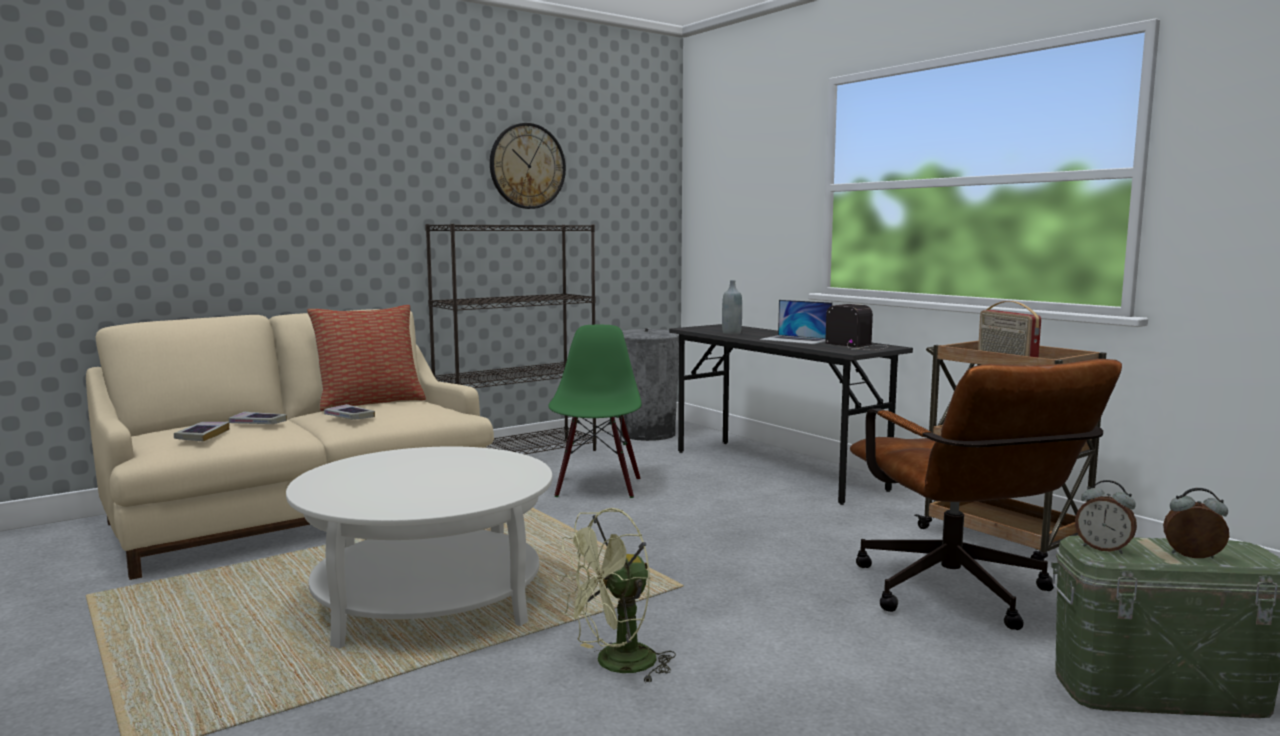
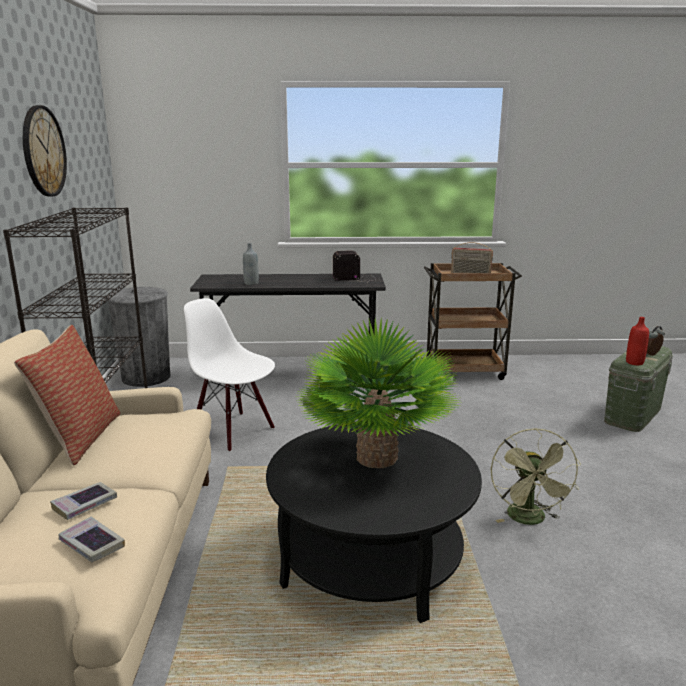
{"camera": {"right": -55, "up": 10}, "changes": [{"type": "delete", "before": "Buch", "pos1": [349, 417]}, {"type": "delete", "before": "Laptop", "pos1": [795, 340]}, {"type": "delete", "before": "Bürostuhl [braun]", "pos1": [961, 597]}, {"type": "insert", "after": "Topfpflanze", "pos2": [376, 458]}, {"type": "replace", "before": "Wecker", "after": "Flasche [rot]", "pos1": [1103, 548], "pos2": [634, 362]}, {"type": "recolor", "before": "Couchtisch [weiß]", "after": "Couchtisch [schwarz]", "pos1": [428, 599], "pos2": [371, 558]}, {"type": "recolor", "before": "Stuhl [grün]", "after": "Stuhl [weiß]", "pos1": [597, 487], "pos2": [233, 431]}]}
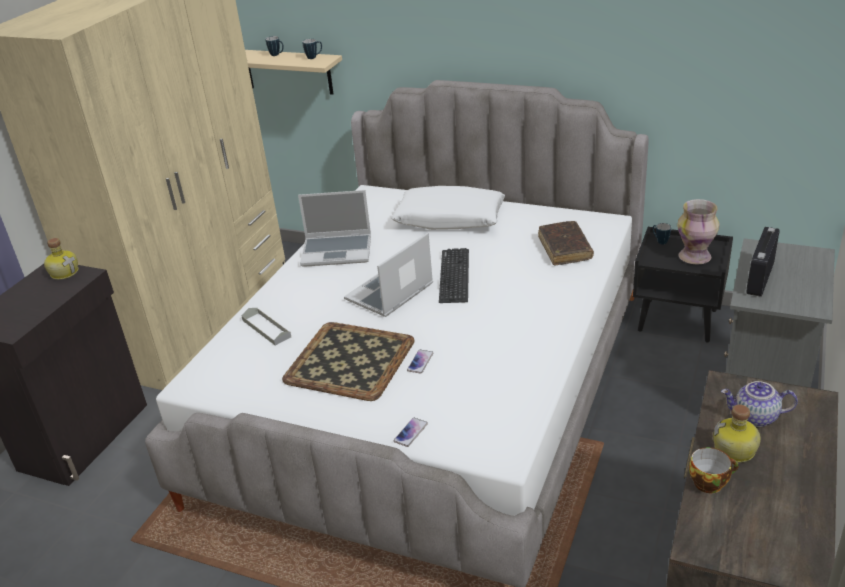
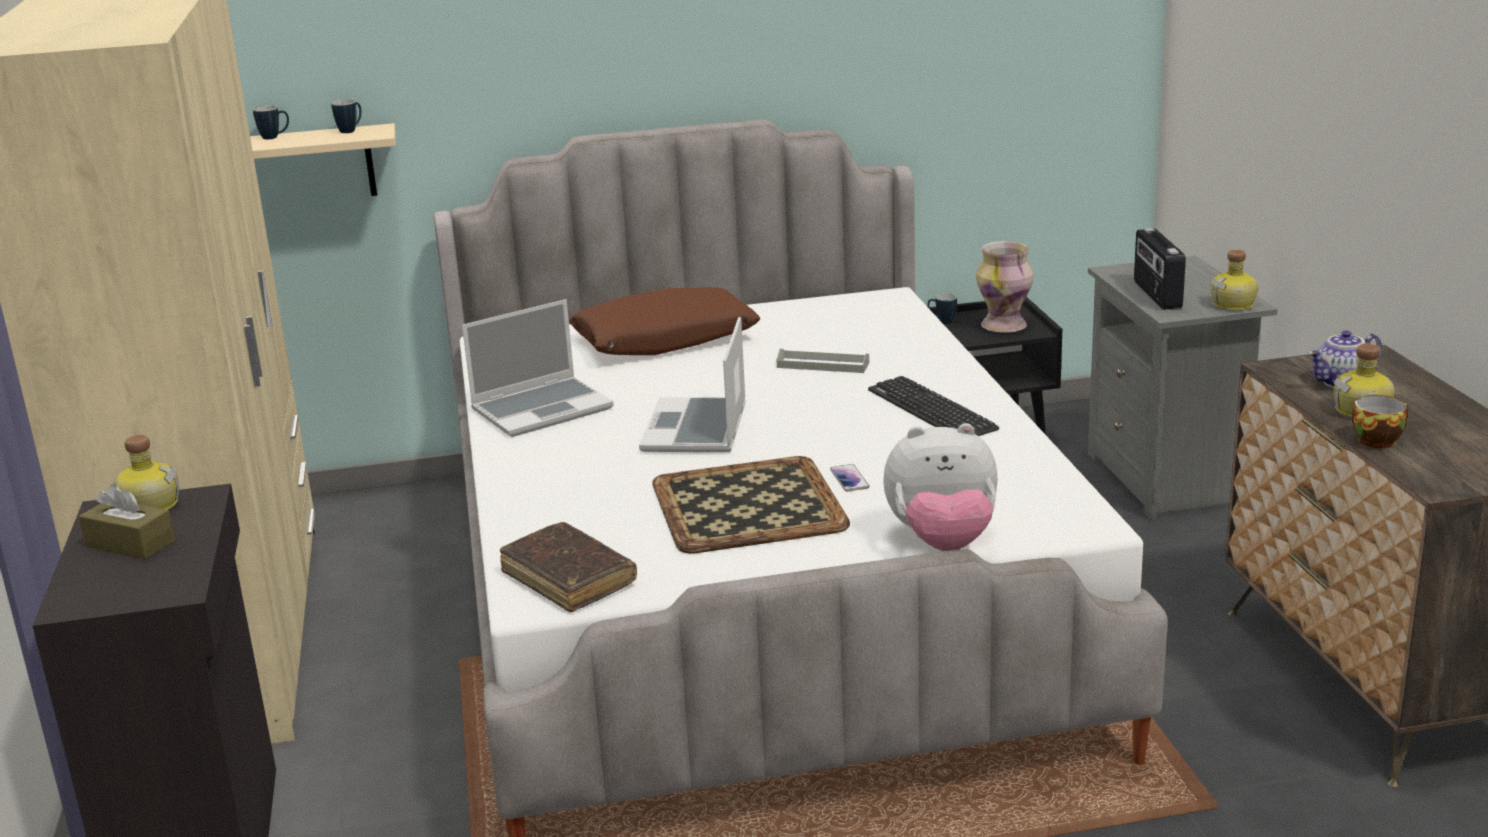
{"camera": {"right": -35, "up": -10}, "changes": [{"type": "insert", "after": "Taschentuchbox [braun]", "pos2": [130, 544]}, {"type": "insert", "after": "Flasche", "pos2": [1234, 305]}, {"type": "move", "before": "Tablett [grau]", "pos1": [266, 328], "pos2": [823, 365]}, {"type": "move", "before": "Tastatur", "pos1": [454, 276], "pos2": [931, 410]}, {"type": "move", "before": "Buch [braun]", "pos1": [565, 249], "pos2": [568, 579]}, {"type": "replace", "before": "Handy", "after": "Plüschtier", "pos1": [410, 432], "pos2": [942, 542]}, {"type": "recolor", "before": "Kissen [weiß]", "after": "Kissen [braun]", "pos1": [449, 219], "pos2": [665, 340]}]}
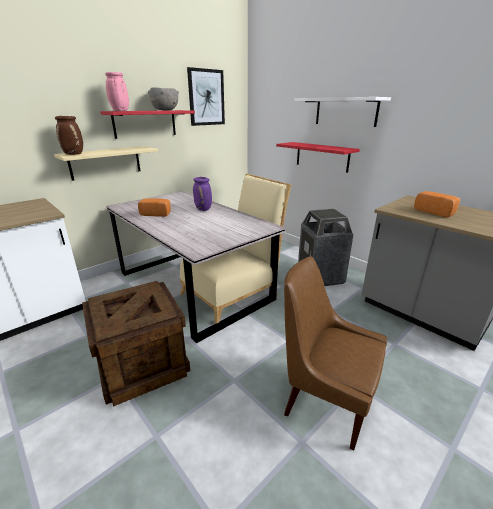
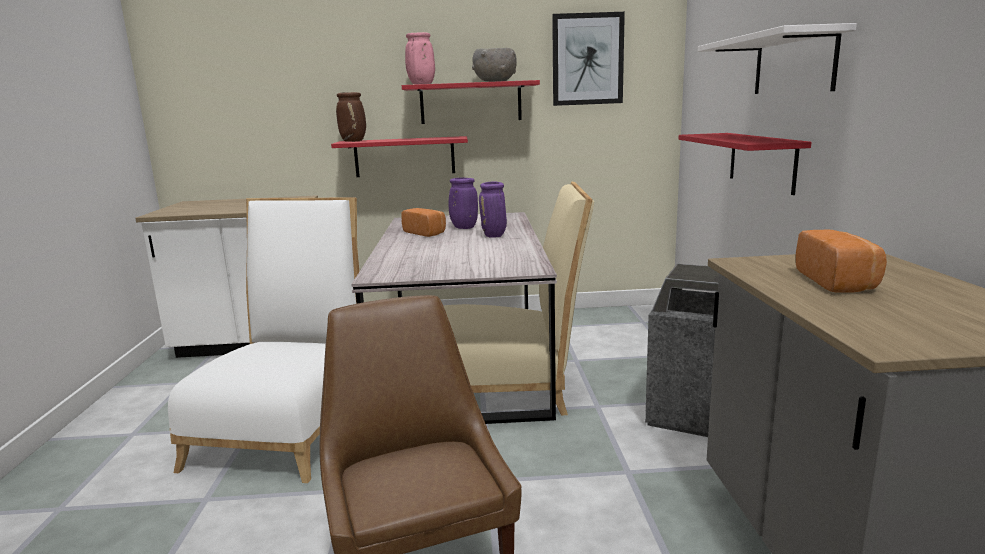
{"camera": {"right": 40, "up": -10}, "changes": [{"type": "insert", "after": "Vase [lila]", "pos2": [463, 228]}, {"type": "replace", "before": "Kiste", "after": "Stuhl [weiß]", "pos1": [143, 364], "pos2": [288, 427]}, {"type": "recolor", "before": "Wandregal [beige]", "after": "Wandregal [rot]", "pos1": [105, 162], "pos2": [404, 157]}]}
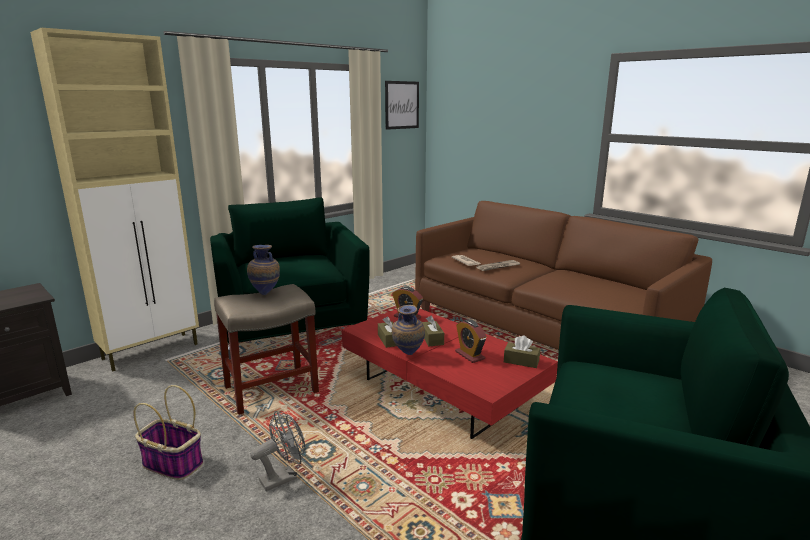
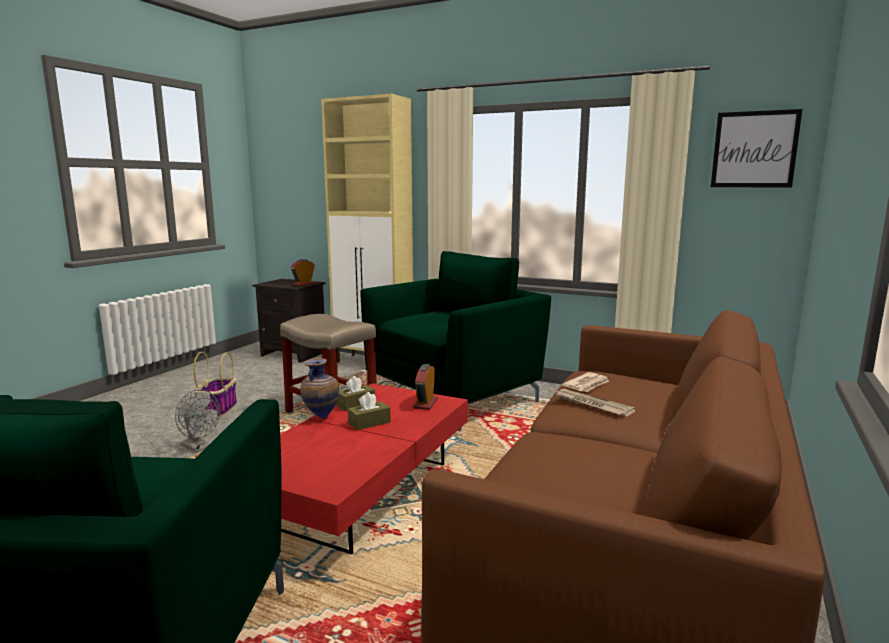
{"camera": {"right": 70, "up": -5}, "changes": [{"type": "delete", "before": "Vase", "pos1": [266, 293]}, {"type": "delete", "before": "Taschentuchbox [braun]", "pos1": [521, 361]}, {"type": "move", "before": "Wecker", "pos1": [470, 355], "pos2": [303, 284]}]}
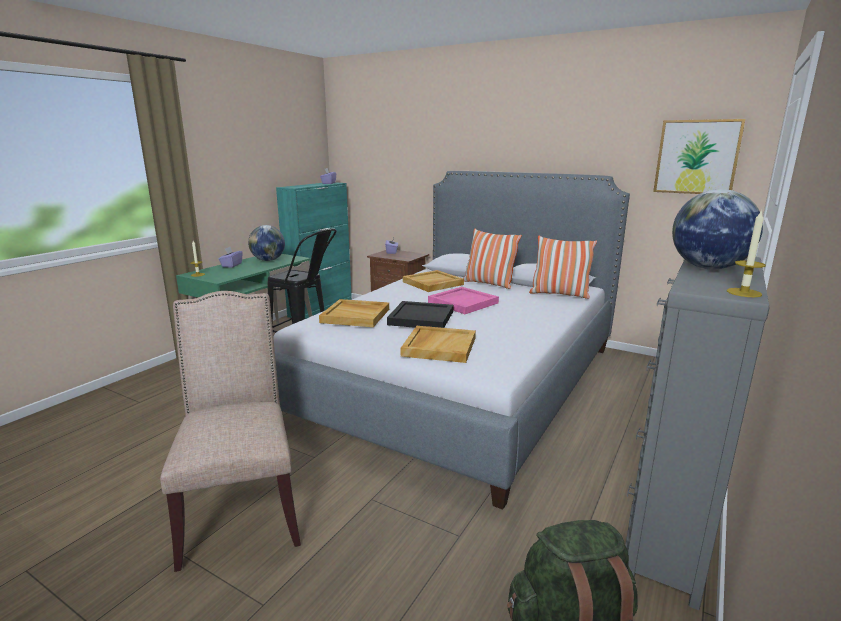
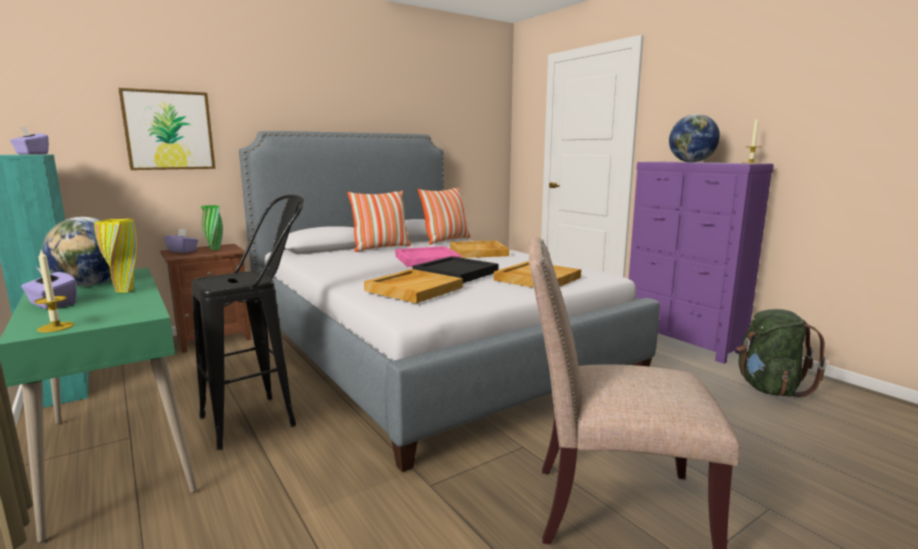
{"camera": {"right": -65, "up": -5}, "changes": [{"type": "insert", "after": "Vase [gelb]", "pos2": [125, 290]}, {"type": "insert", "after": "Vase [grün]", "pos2": [215, 249]}, {"type": "move", "before": "Tablett [beige]", "pos1": [432, 283], "pos2": [479, 252]}, {"type": "move", "before": "Bild", "pos1": [697, 157], "pos2": [169, 130]}, {"type": "recolor", "before": "Kommode [grau]", "after": "Kommode [lila]", "pos1": [668, 534], "pos2": [681, 341]}]}
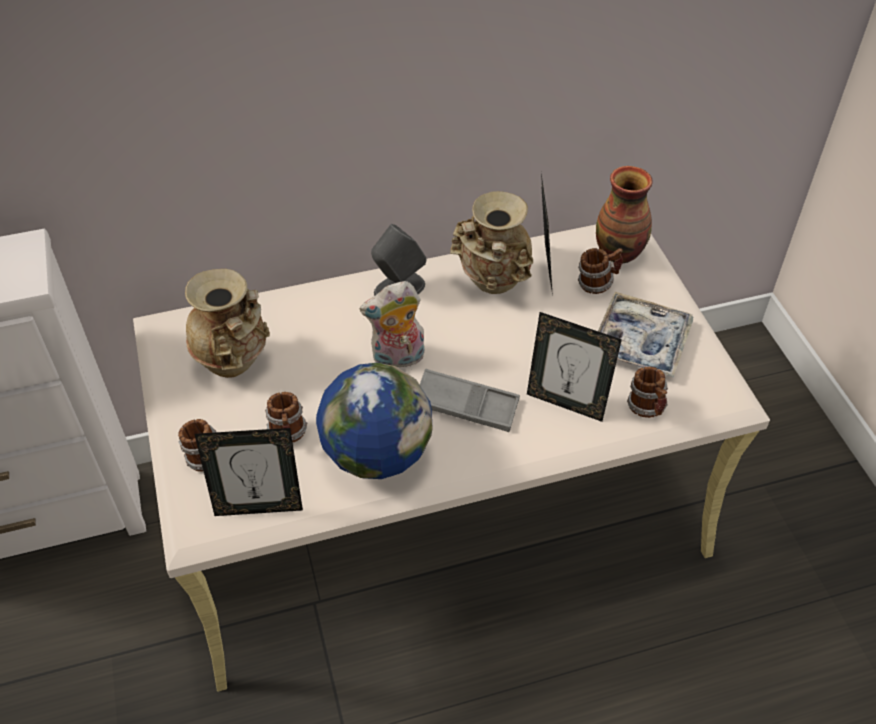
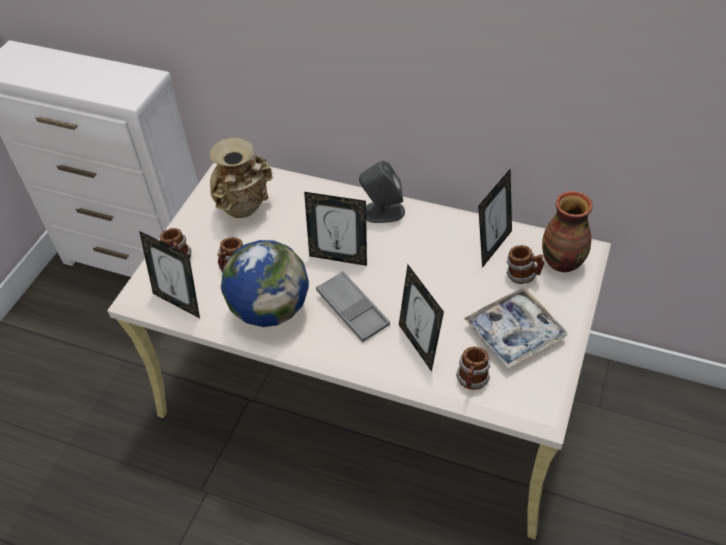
{"camera": {"right": 40, "up": 0}, "changes": [{"type": "delete", "before": "Vase [beige]", "pos1": [493, 284]}, {"type": "replace", "before": "Plüschtier", "after": "Bilderrahmen", "pos1": [397, 359], "pos2": [339, 257]}]}
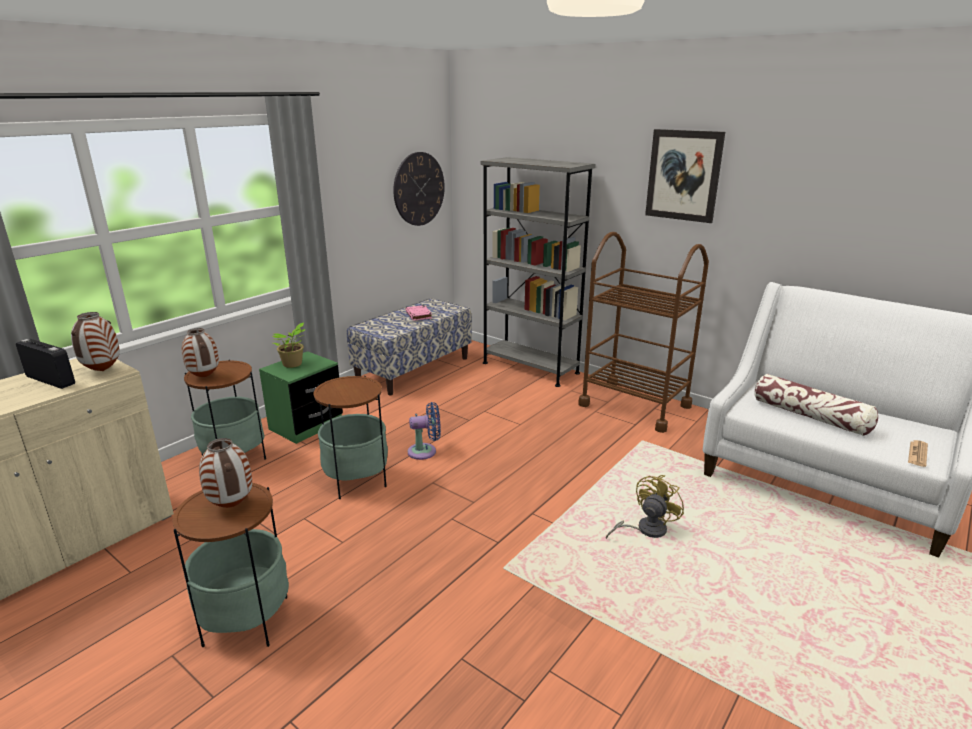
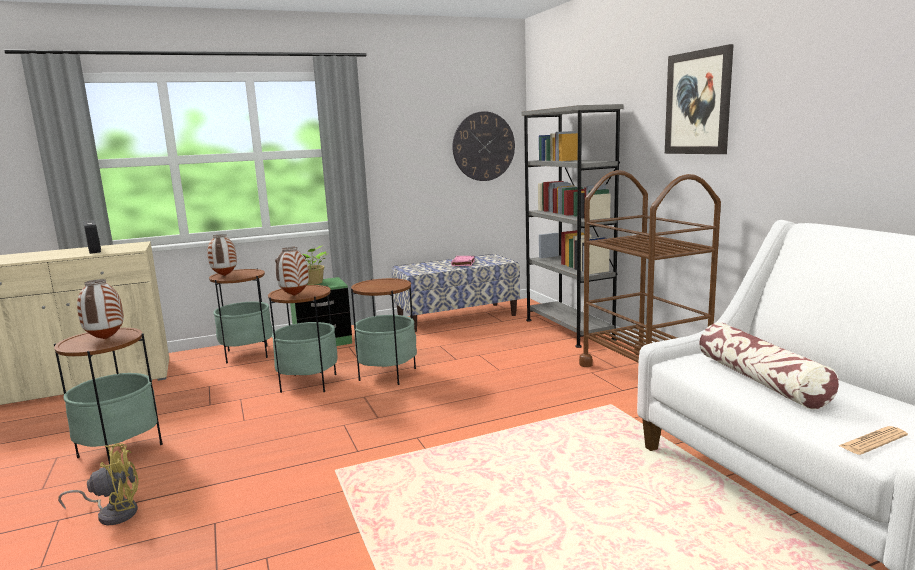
{"camera": {"right": 30, "up": -10}, "changes": [{"type": "move", "before": "Vase", "pos1": [103, 371], "pos2": [294, 295]}, {"type": "move", "before": "Ventilator [gelb]", "pos1": [645, 530], "pos2": [113, 513]}, {"type": "replace", "before": "Ventilator [blau]", "after": "Beistelltisch", "pos1": [425, 451], "pos2": [388, 374]}]}
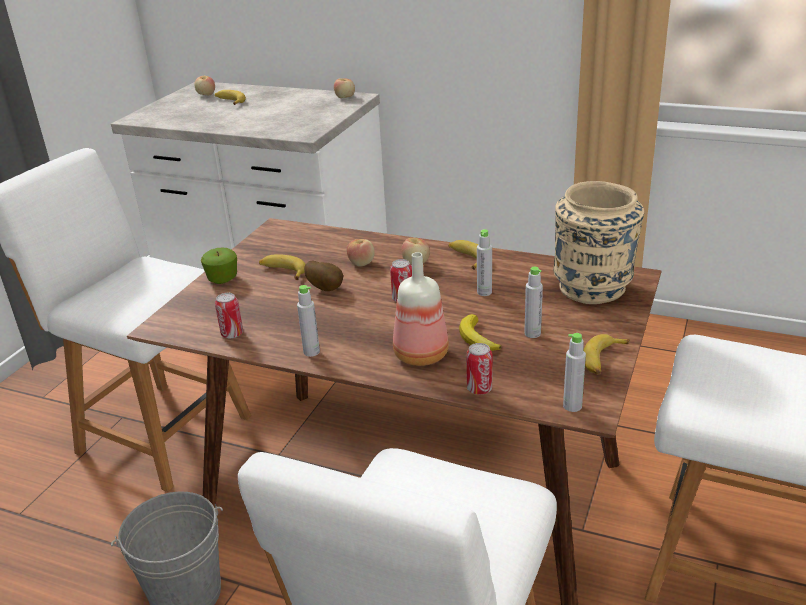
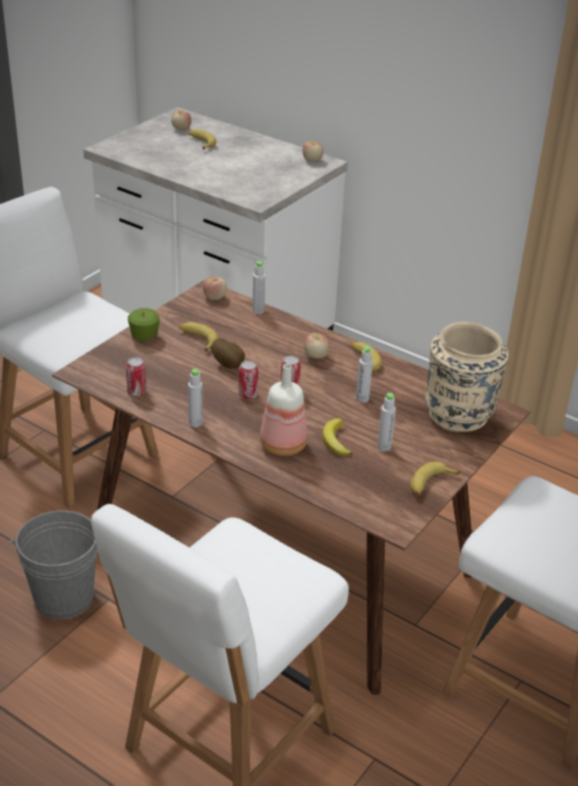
{"camera": {"right": 10, "up": 5}, "changes": [{"type": "move", "before": "Apfel", "pos1": [361, 263], "pos2": [214, 297]}, {"type": "move", "before": "Dose", "pos1": [479, 389], "pos2": [248, 395]}, {"type": "move", "before": "Flasche [grau]", "pos1": [572, 406], "pos2": [258, 310]}]}
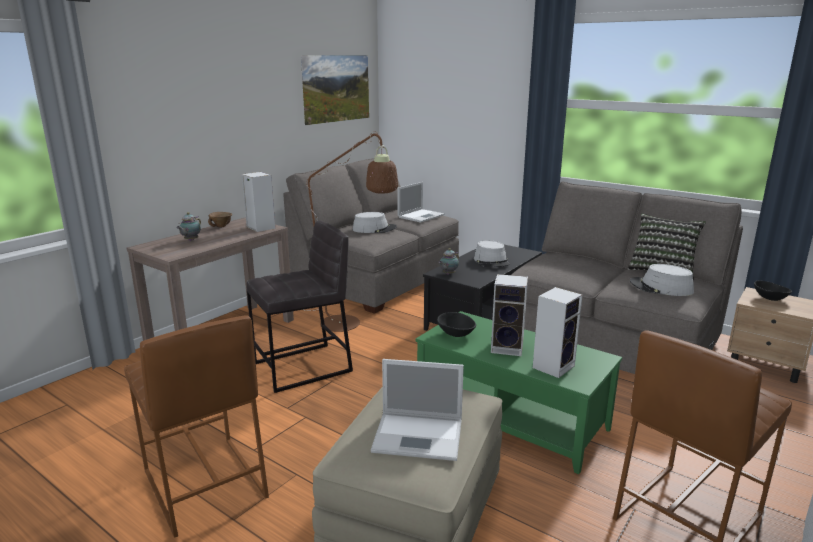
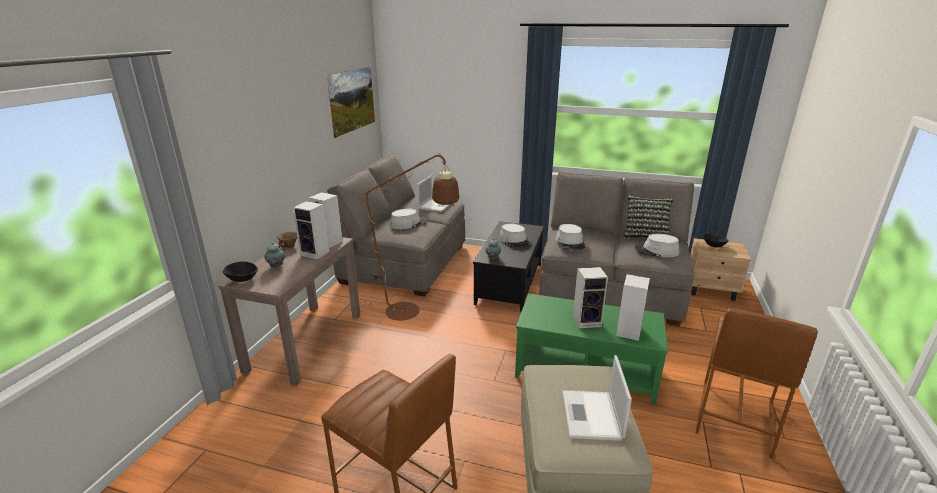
{"camera": {"right": -20, "up": 5}, "changes": [{"type": "delete", "before": "Hocker [grau]", "pos1": [303, 367]}, {"type": "insert", "after": "Lautsprecher", "pos2": [316, 253]}, {"type": "insert", "after": "Hut [grau]", "pos2": [570, 243]}, {"type": "move", "before": "Schüssel [schwarz]", "pos1": [456, 334], "pos2": [242, 279]}, {"type": "rotate", "before": "Laptop", "pos1": [420, 436], "pos2": [592, 416], "turn": 105}]}
